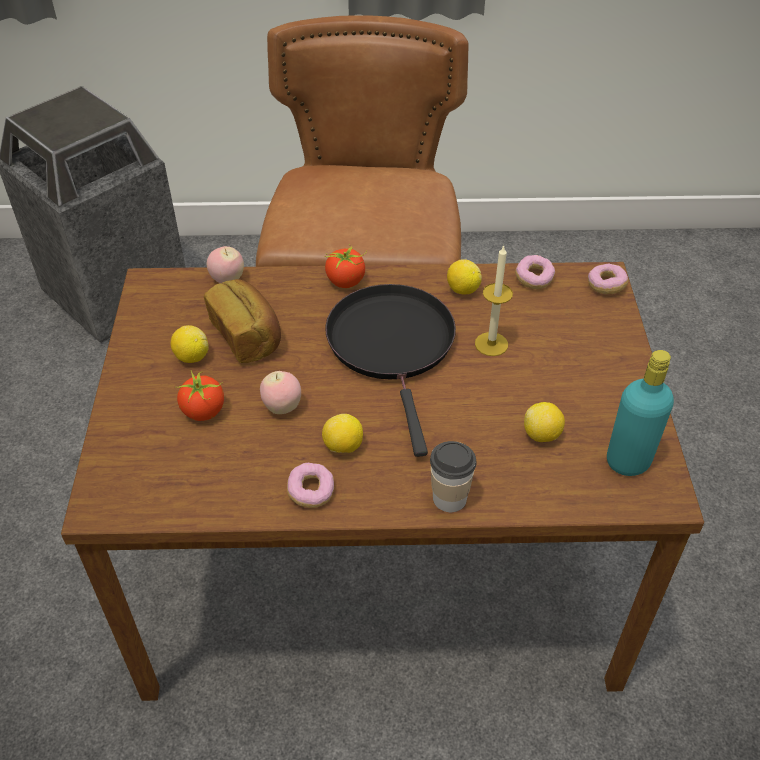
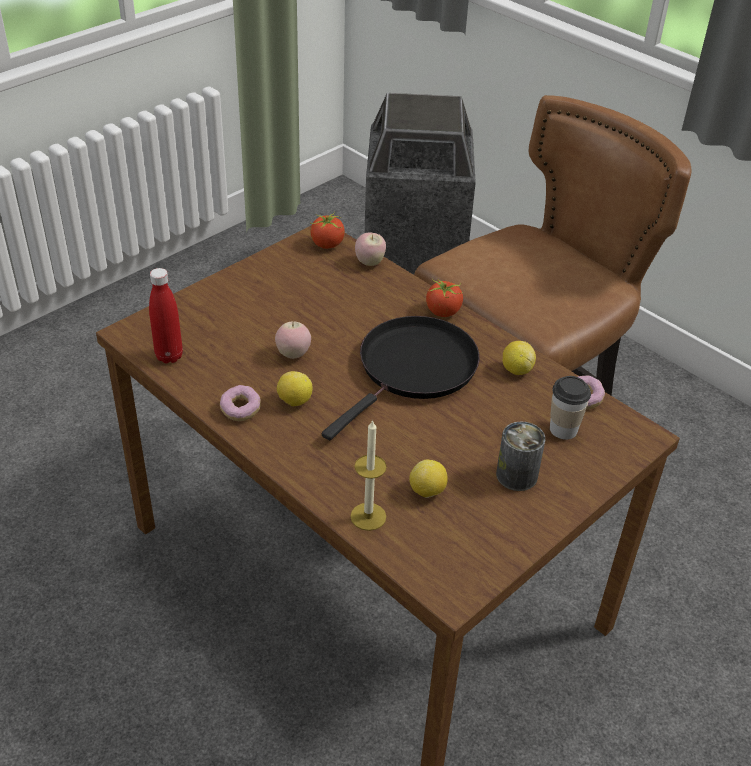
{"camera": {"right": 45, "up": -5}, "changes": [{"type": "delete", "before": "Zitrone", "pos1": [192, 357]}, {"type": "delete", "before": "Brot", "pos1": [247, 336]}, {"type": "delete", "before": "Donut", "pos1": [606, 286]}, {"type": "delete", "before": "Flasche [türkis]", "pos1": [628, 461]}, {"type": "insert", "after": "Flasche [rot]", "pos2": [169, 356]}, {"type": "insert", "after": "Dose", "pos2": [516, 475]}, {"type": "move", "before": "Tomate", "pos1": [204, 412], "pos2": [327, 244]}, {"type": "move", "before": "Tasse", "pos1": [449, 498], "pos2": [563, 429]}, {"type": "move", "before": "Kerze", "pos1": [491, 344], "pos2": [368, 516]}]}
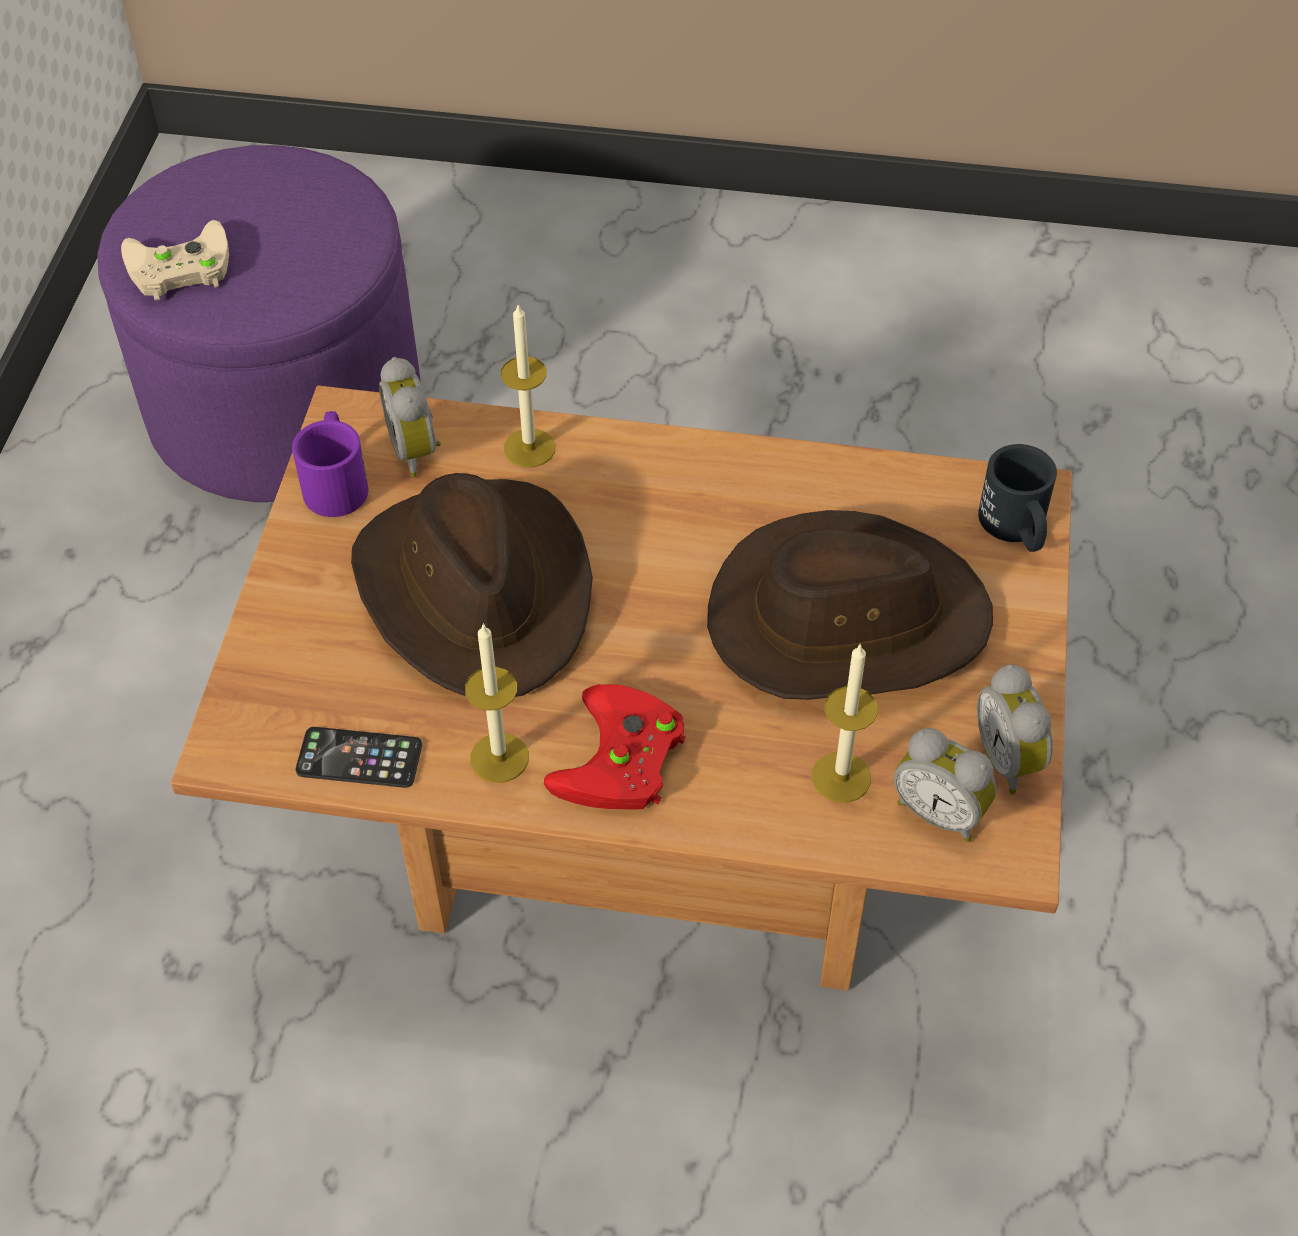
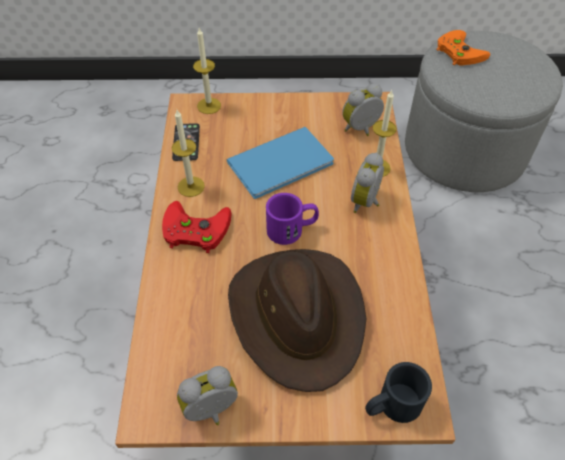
{"camera": {"right": 80, "up": 0}, "changes": [{"type": "move", "before": "Henkelbecher [lila]", "pos1": [336, 481], "pos2": [292, 229]}, {"type": "move", "before": "Kerze", "pos1": [841, 777], "pos2": [209, 106]}, {"type": "move", "before": "Wecker", "pos1": [940, 811], "pos2": [367, 202]}, {"type": "replace", "before": "Hut [braun]", "after": "Buch [blau]", "pos1": [478, 590], "pos2": [284, 164]}, {"type": "recolor", "before": "Polsterhocker [lila]", "after": "Polsterhocker [grau]", "pos1": [285, 407], "pos2": [464, 150]}, {"type": "recolor", "before": "Gamepad [beige]", "after": "Gamepad [orange]", "pos1": [176, 268], "pos2": [458, 51]}]}
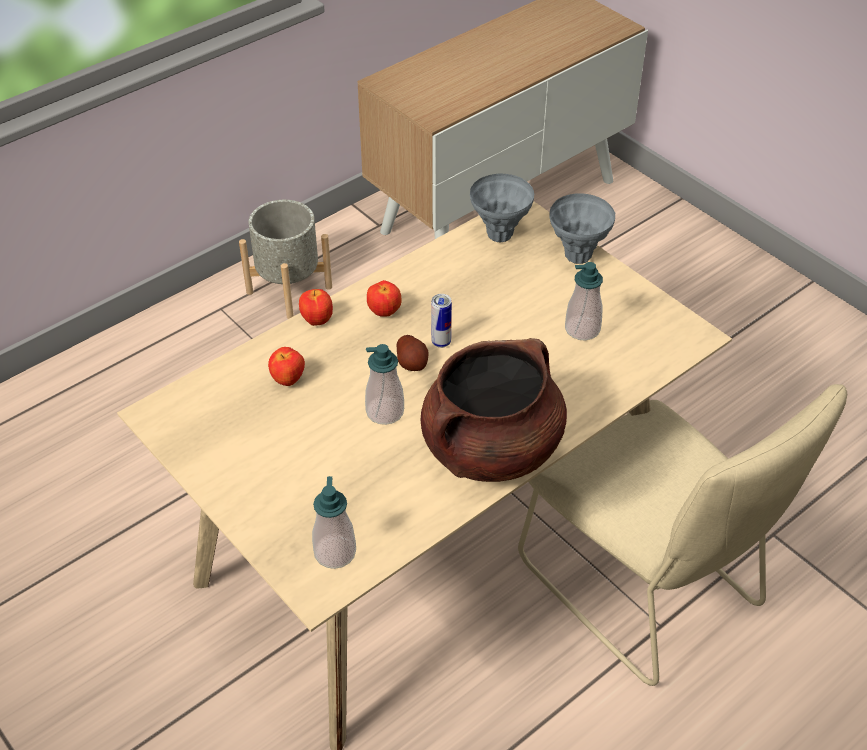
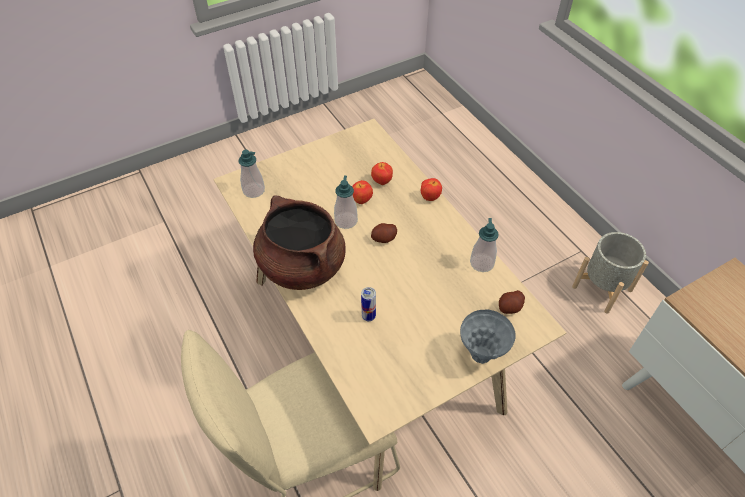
{"camera": {"right": 100, "up": 5}, "changes": [{"type": "move", "before": "Apfel", "pos1": [384, 312], "pos2": [362, 201]}, {"type": "move", "before": "Dose", "pos1": [441, 342], "pos2": [368, 316]}, {"type": "move", "before": "Seifenspender", "pos1": [582, 329], "pos2": [481, 263]}, {"type": "replace", "before": "Vase [grau]", "after": "Kartoffel", "pos1": [500, 235], "pos2": [510, 307]}]}
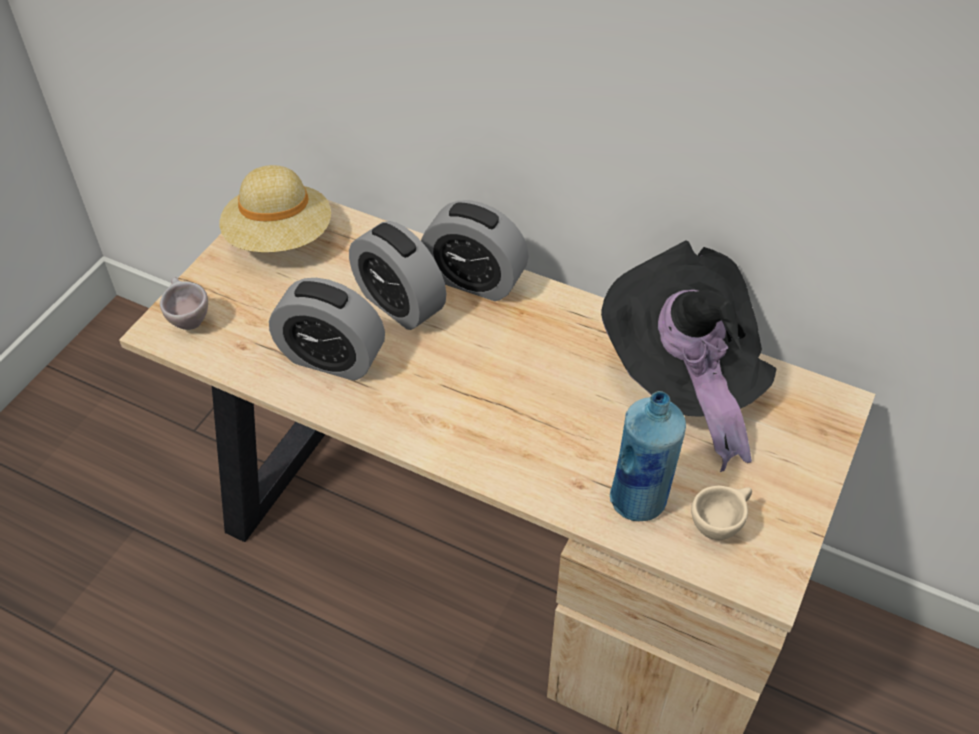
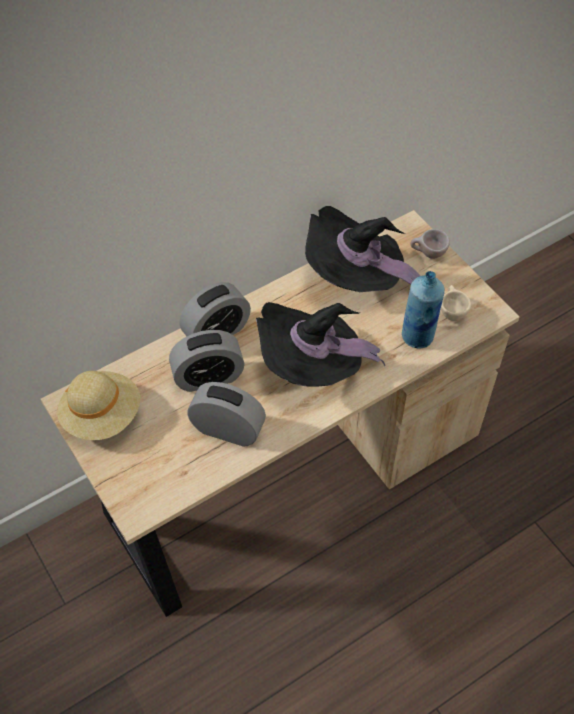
{"camera": {"right": -60, "up": 5}, "changes": [{"type": "insert", "after": "Hut [schwarz]", "pos2": [313, 367]}, {"type": "move", "before": "Tasse [beige]", "pos1": [187, 319], "pos2": [427, 254]}, {"type": "rotate", "before": "Wecker", "pos1": [331, 358], "pos2": [227, 429], "turn": -120}]}
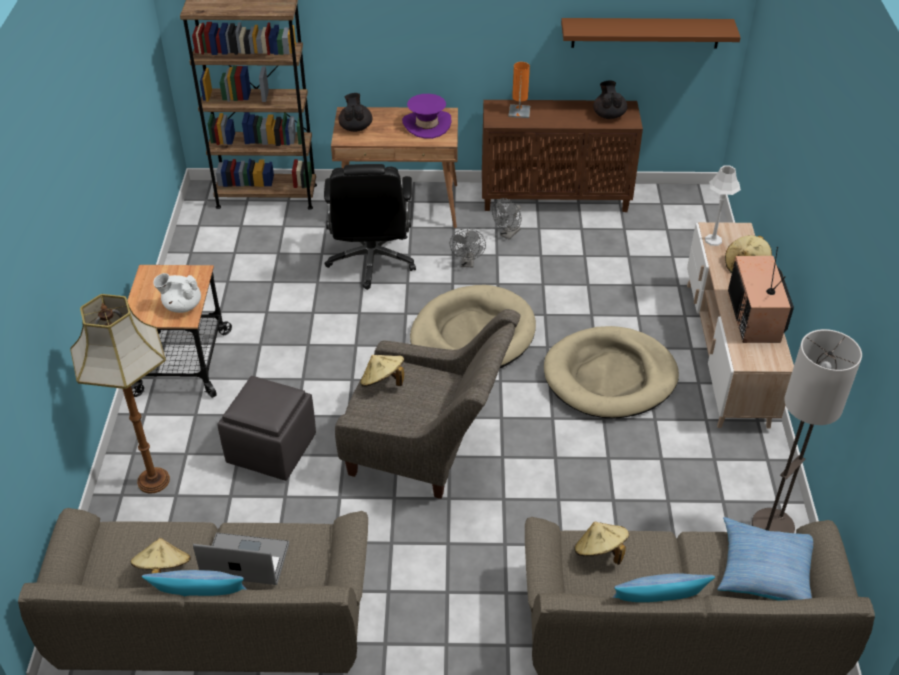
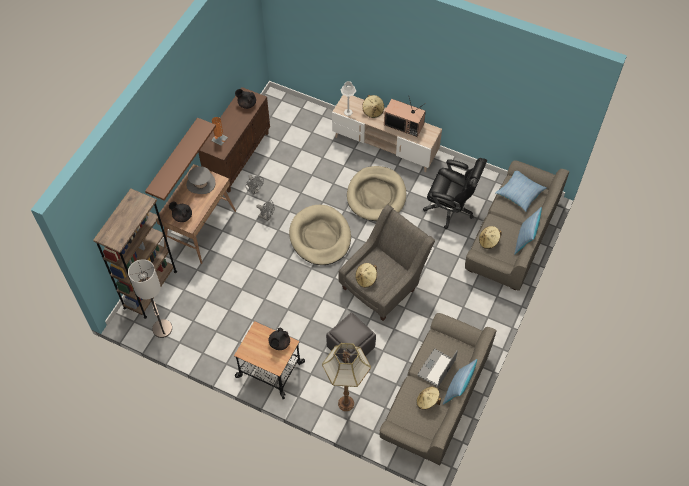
{"camera": {"right": -65, "up": 15}, "changes": [{"type": "move", "before": "Bürostuhl [schwarz]", "pos1": [372, 261], "pos2": [450, 208]}, {"type": "move", "before": "Wandregal [braun]", "pos1": [645, 33], "pos2": [173, 158]}, {"type": "move", "before": "Stehlampe", "pos1": [772, 527], "pos2": [162, 329]}, {"type": "recolor", "before": "Teekanne [weiß]", "after": "Teekanne [schwarz]", "pos1": [182, 306], "pos2": [279, 343]}, {"type": "recolor", "before": "Hut [lila]", "after": "Hut [grau]", "pos1": [426, 125], "pos2": [201, 183]}]}
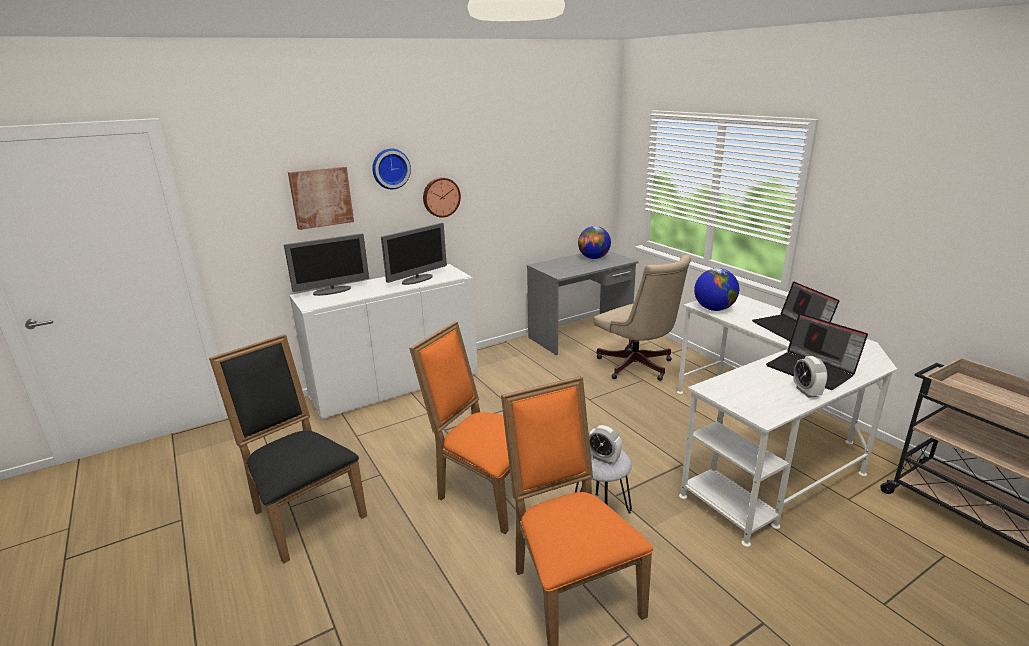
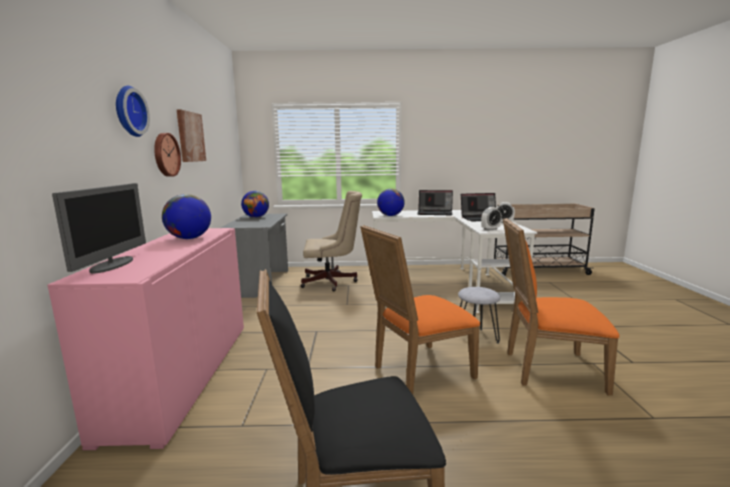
{"camera": {"right": -60, "up": -10}, "changes": [{"type": "move", "before": "Bild", "pos1": [321, 197], "pos2": [190, 137]}, {"type": "move", "before": "Wecker", "pos1": [603, 458], "pos2": [490, 229]}, {"type": "replace", "before": "Monitor", "after": "Globus", "pos1": [417, 279], "pos2": [189, 238]}, {"type": "recolor", "before": "Schrank [weiß]", "after": "Schrank [rosa]", "pos1": [395, 385], "pos2": [183, 375]}]}
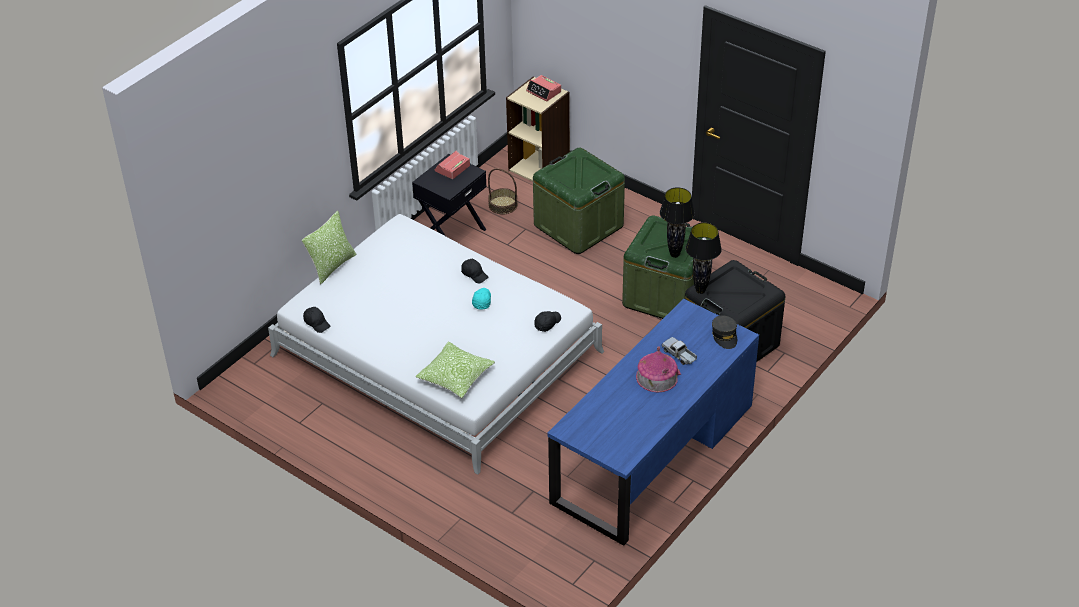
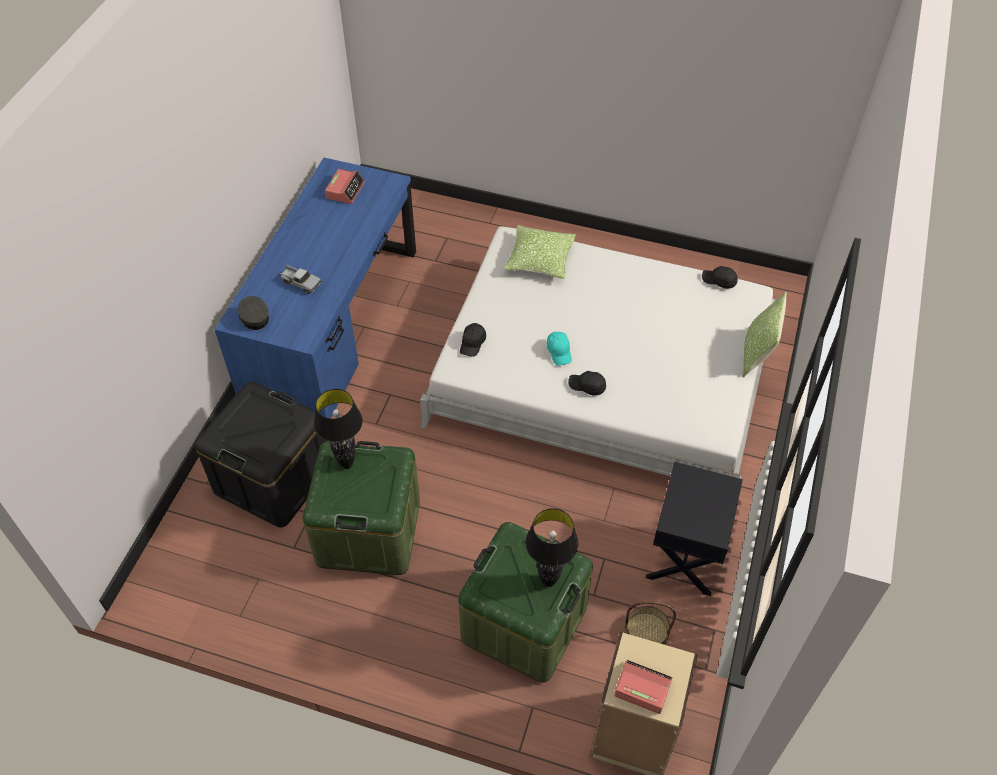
{"camera": {"right": 160, "up": 10}, "changes": [{"type": "delete", "before": "Spielzeughaus", "pos1": [657, 377]}, {"type": "move", "before": "Wecker", "pos1": [452, 168], "pos2": [345, 190]}, {"type": "move", "before": "Tischlampe [schwarz]", "pos1": [700, 290], "pos2": [549, 581]}]}
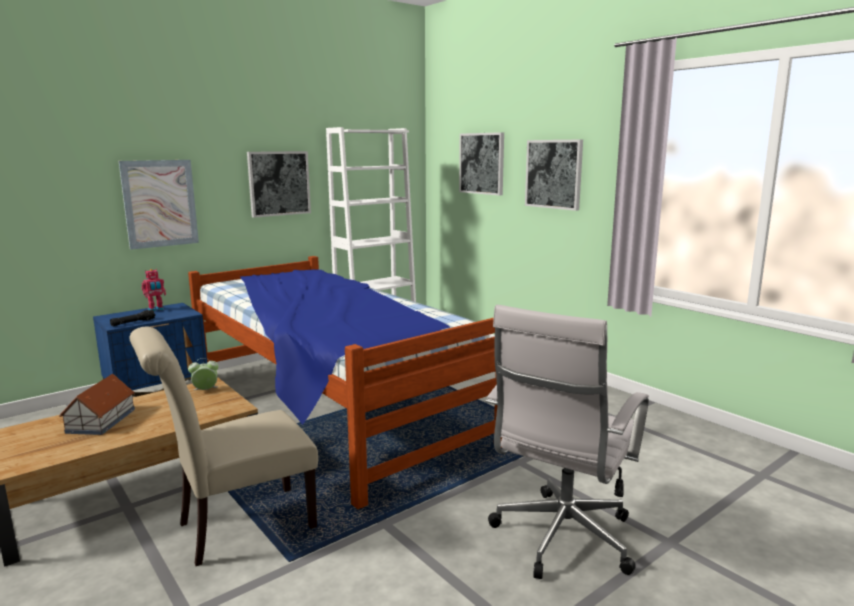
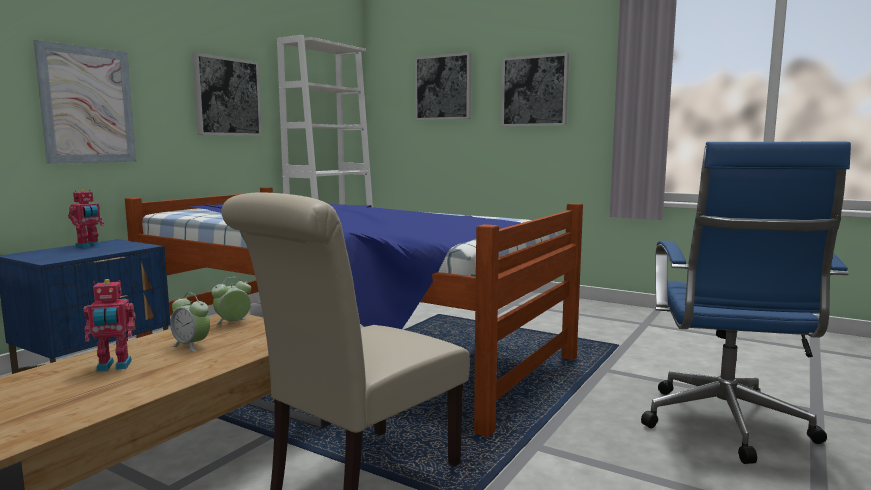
{"camera": {"right": -20, "up": -5}, "changes": [{"type": "delete", "before": "Taschenlampe [schwarz]", "pos1": [133, 322]}, {"type": "insert", "after": "Wecker", "pos2": [191, 346]}, {"type": "replace", "before": "Spielzeughaus", "after": "Spielzeugroboter", "pos1": [102, 420], "pos2": [114, 366]}, {"type": "recolor", "before": "Bürostuhl [weiß]", "after": "Bürostuhl [blau]", "pos1": [561, 540], "pos2": [725, 427]}]}
